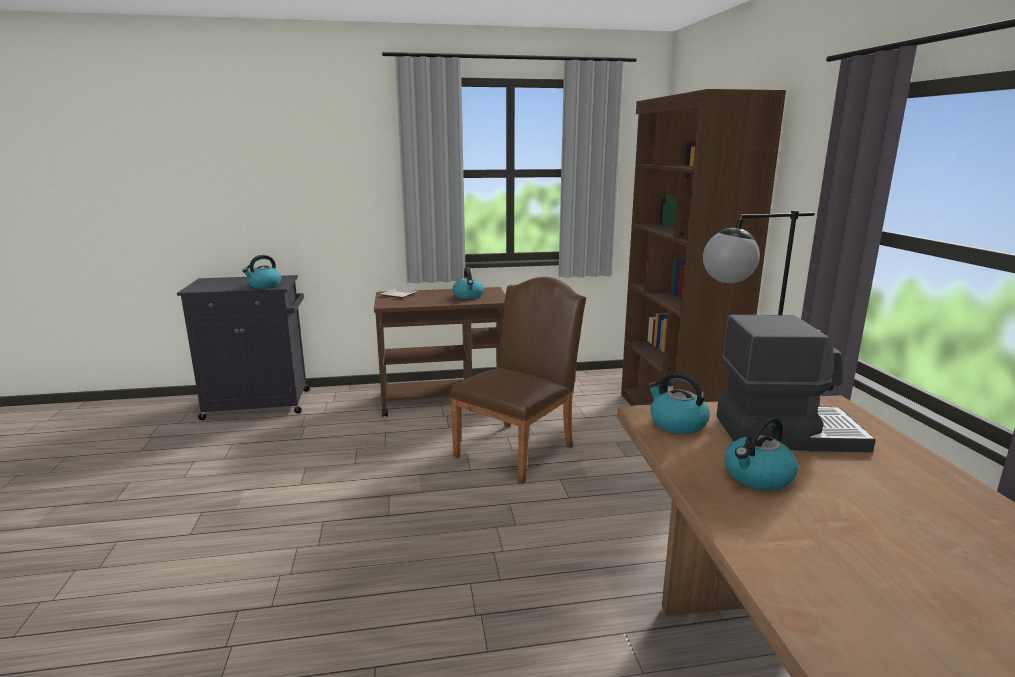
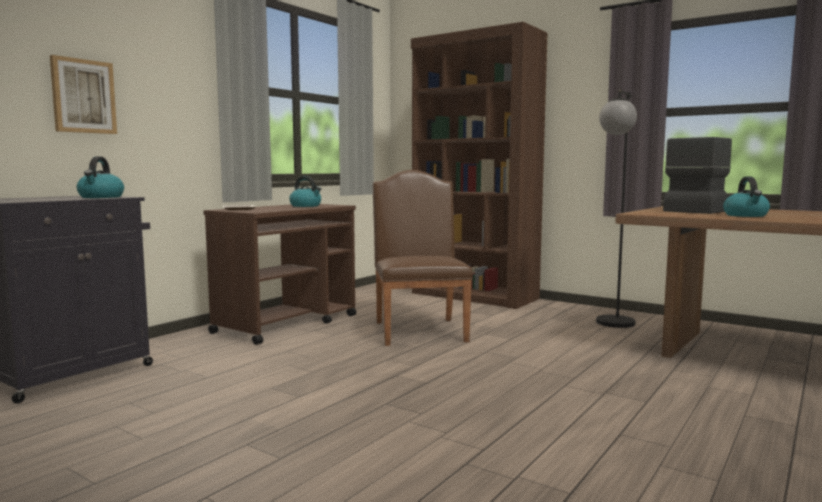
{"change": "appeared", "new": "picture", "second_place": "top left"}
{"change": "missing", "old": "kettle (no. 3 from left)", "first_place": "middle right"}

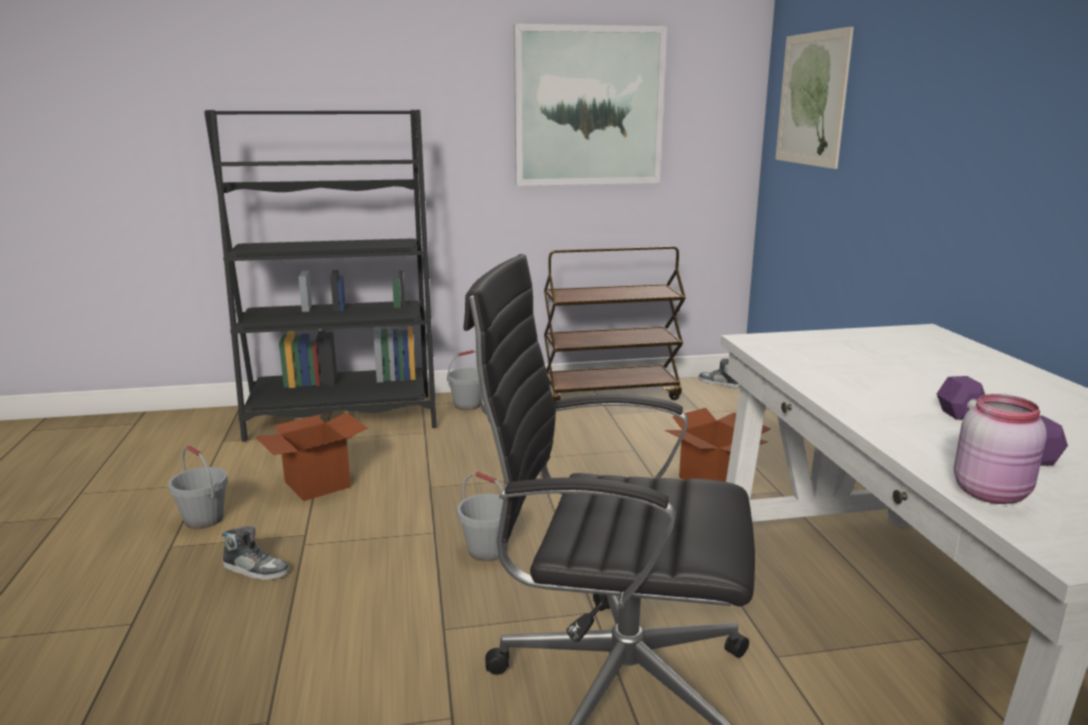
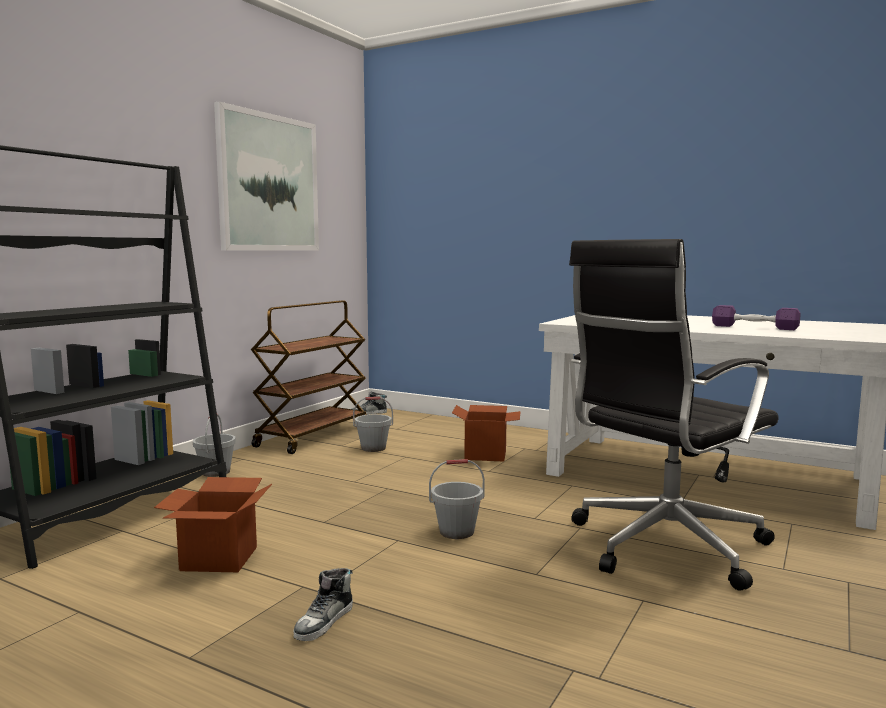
{"change": "spun", "old": "shoe (no. 1 from left)", "first_place": "bottom left", "second_place": "bottom centre", "degrees": 150}
{"change": "relocated", "old": "grey_bucket (no. 1 from left in the first image)", "new": "grey_bucket (no. 2 from left)", "first_place": "bottom left", "second_place": "centre"}
{"change": "missing", "old": "picture (no. 2 from left)", "first_place": "top right"}
{"change": "missing", "old": "pink_jar", "first_place": "middle right"}

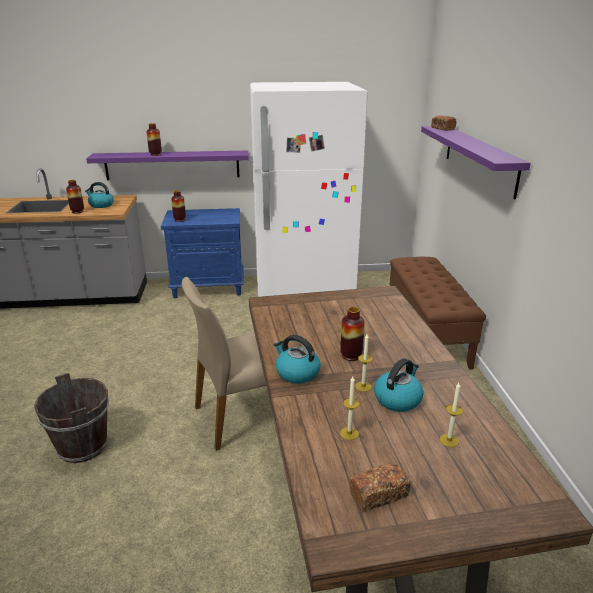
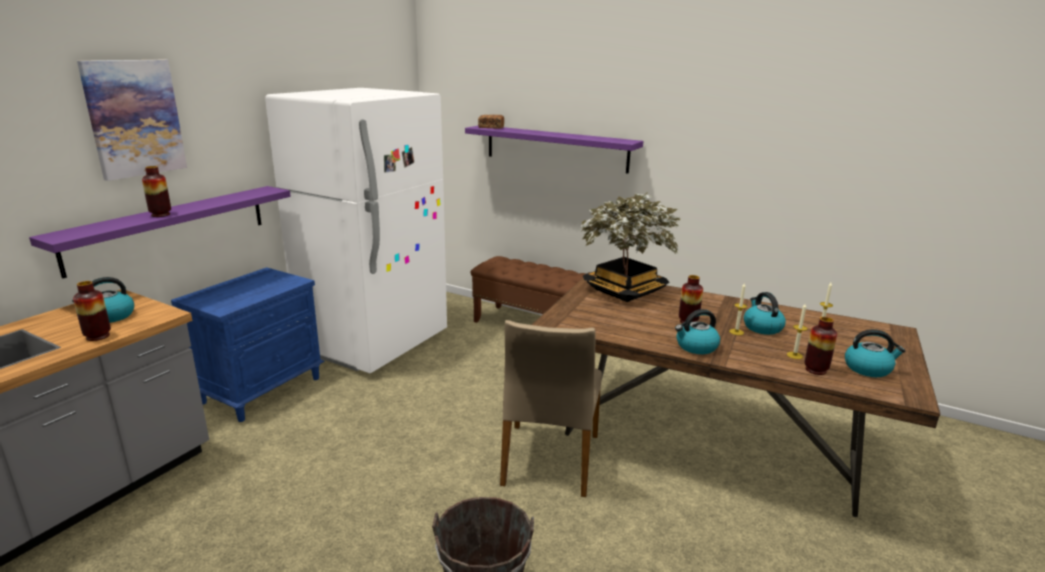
{"change": "appeared", "new": "picture", "second_place": "top left"}
{"change": "appeared", "new": "potted_plant", "second_place": "centre"}
{"change": "relocated", "old": "vase (no. 3 from left in the first image)", "new": "vase (no. 4 from left)", "first_place": "middle left", "second_place": "middle right"}
{"change": "exchanged", "old": "bread (no. 1 from left)", "new": "kettle (no. 4 from left)", "first_place": "bottom centre", "second_place": "middle right"}

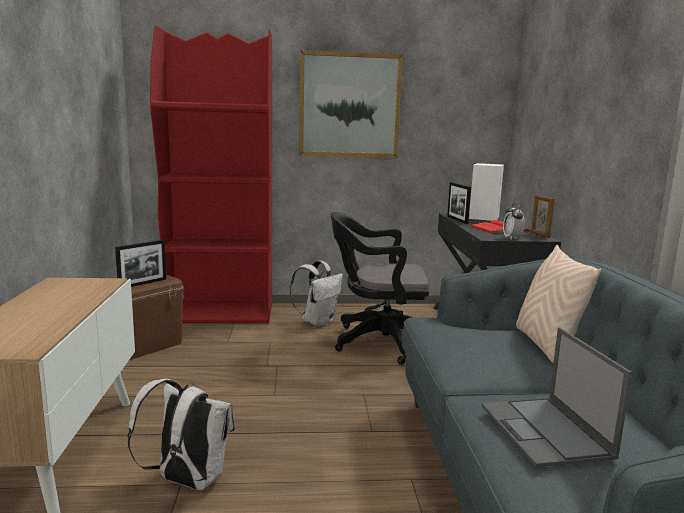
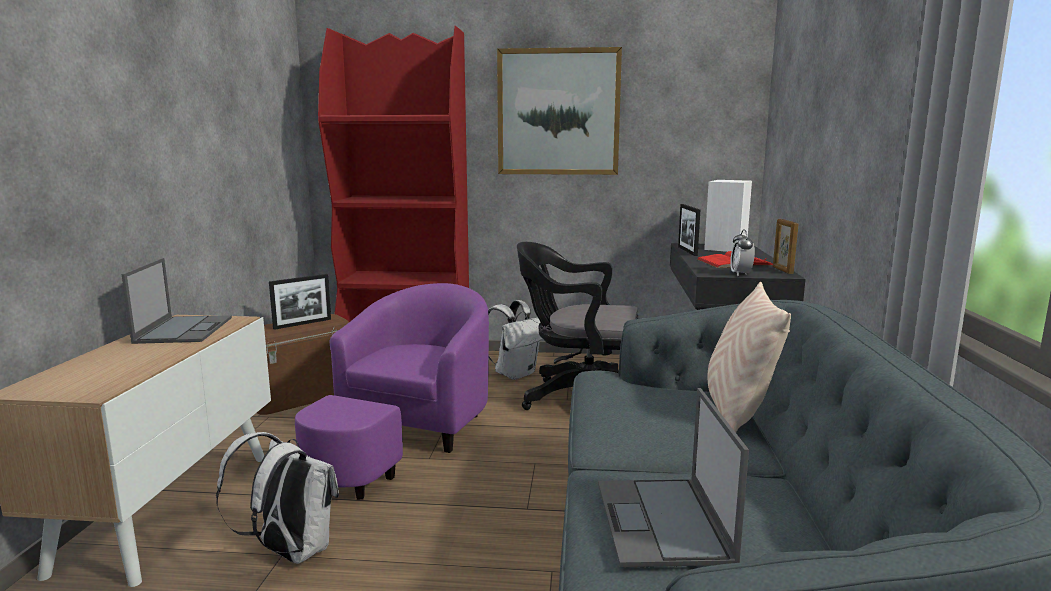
{"change": "appeared", "new": "laptop (no. 1 from left)", "second_place": "middle left"}
{"change": "appeared", "new": "purple_armchair", "second_place": "centre"}

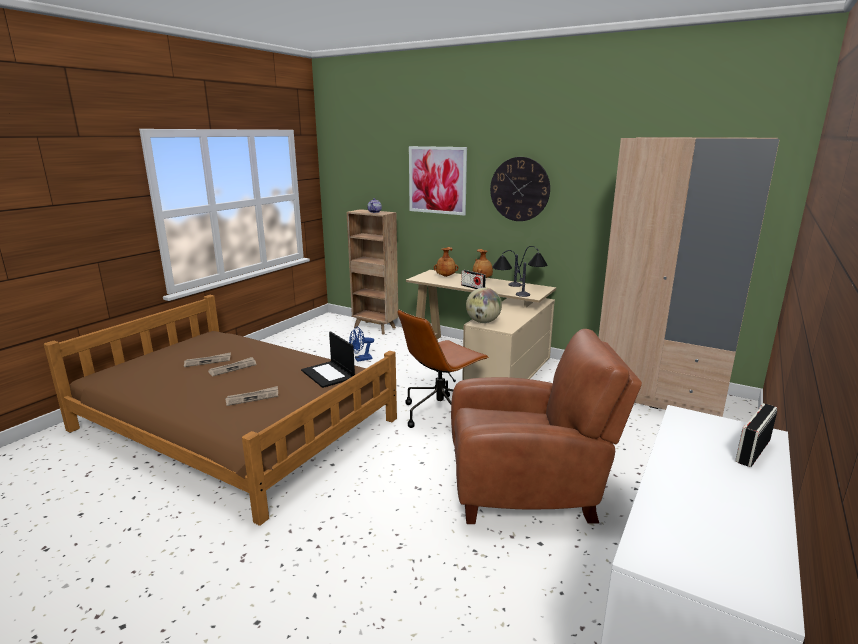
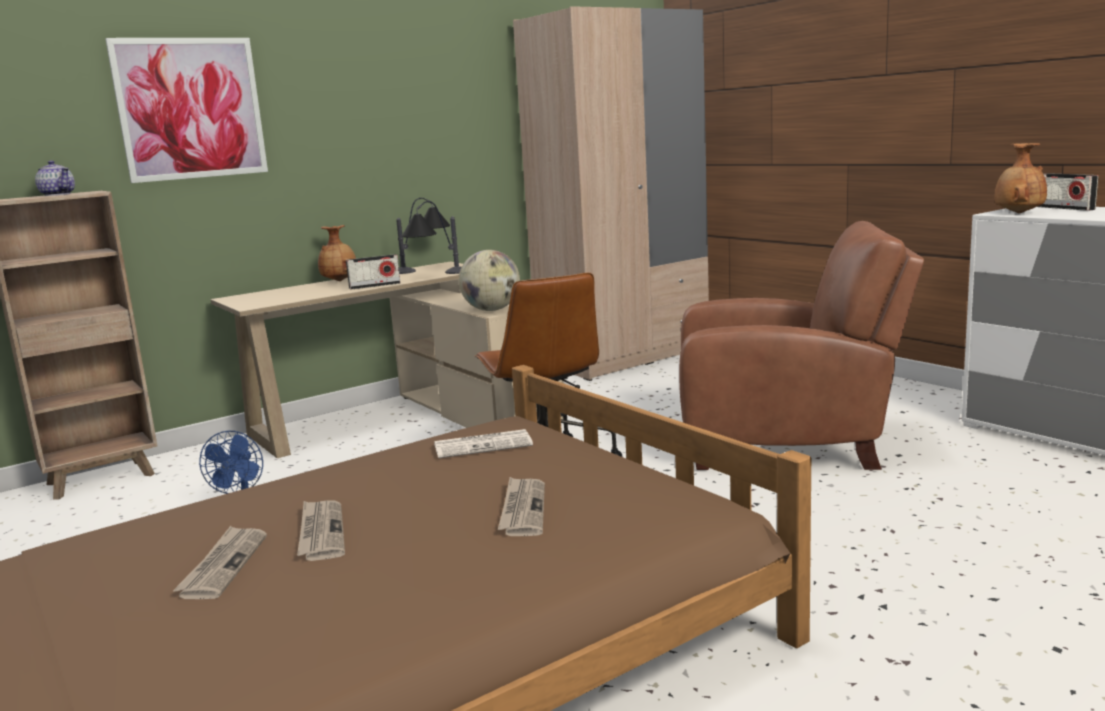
{"change": "exchanged", "old": "laptop", "new": "newspaper (no. 3 from left)", "first_place": "centre", "second_place": "centre"}
{"change": "spun", "old": "brown_armchair", "first_place": "centre", "second_place": "middle right", "degrees": 75}
{"change": "relocated", "old": "brown_vase (no. 1 from left in the first image)", "new": "brown_vase (no. 2 from left)", "first_place": "centre", "second_place": "top right"}
{"change": "missing", "old": "wall_clock", "first_place": "top centre"}

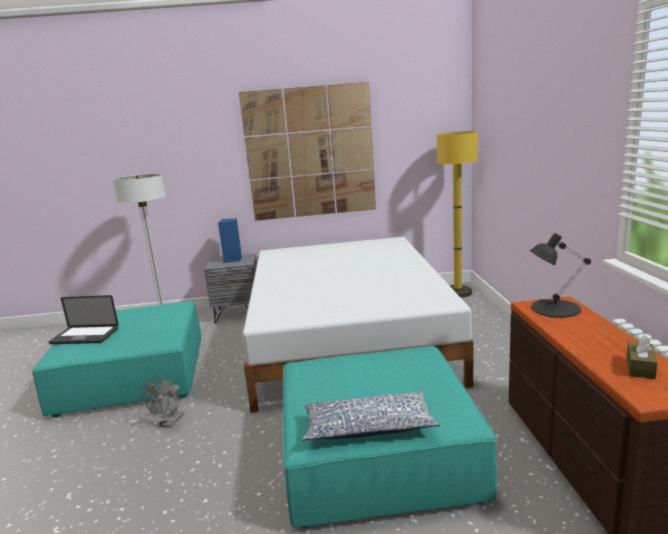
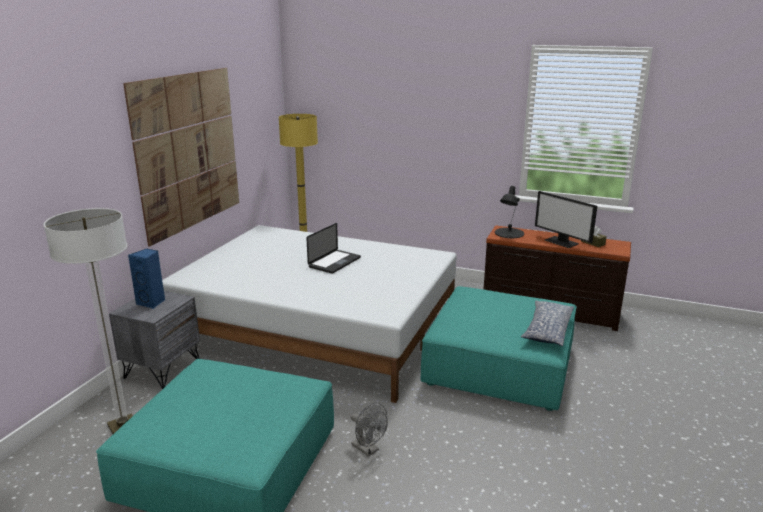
{"change": "relocated", "old": "laptop", "first_place": "middle left", "second_place": "centre"}
{"change": "appeared", "new": "monitor", "second_place": "middle right"}

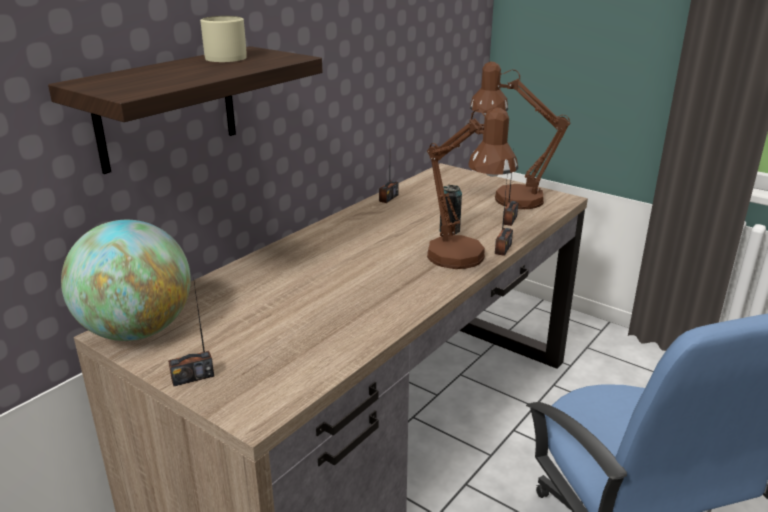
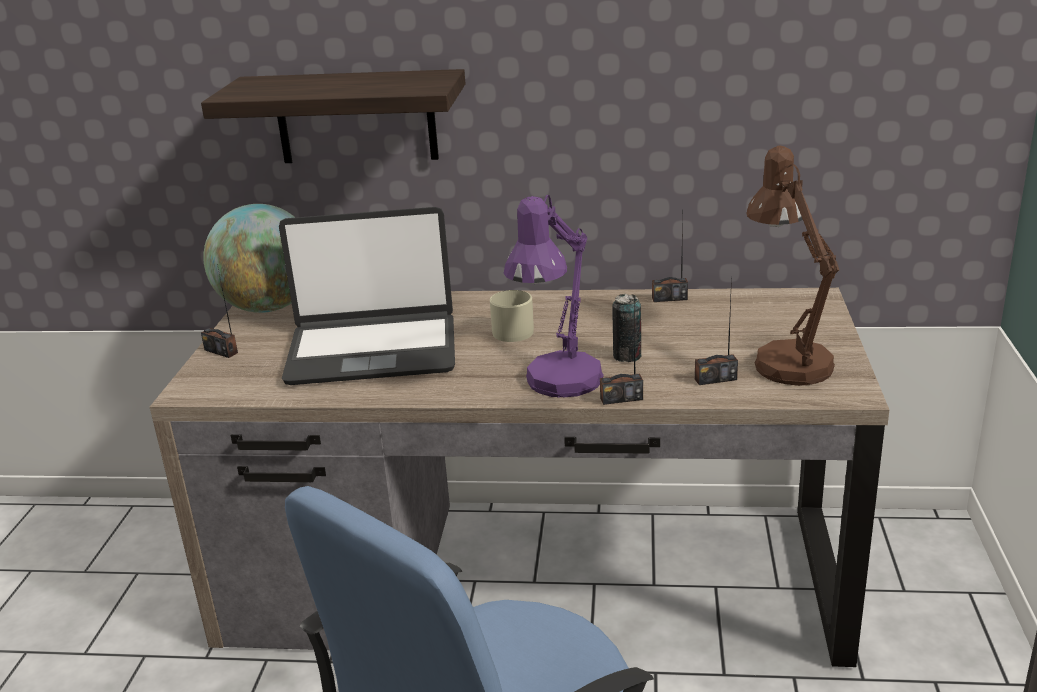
{"change": "appeared", "new": "laptop", "second_place": "centre"}
{"change": "relocated", "old": "beige_mug", "first_place": "top left", "second_place": "centre"}
{"change": "colour", "old": "brown_table_lamp (no. 1 from left)", "new": "purple_table_lamp", "first_place": "centre", "second_place": "centre"}

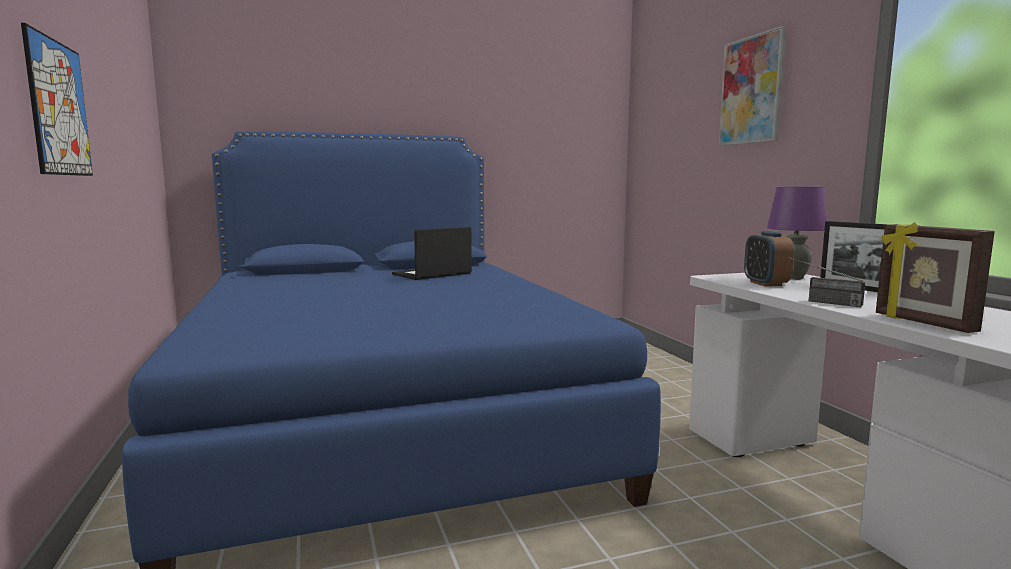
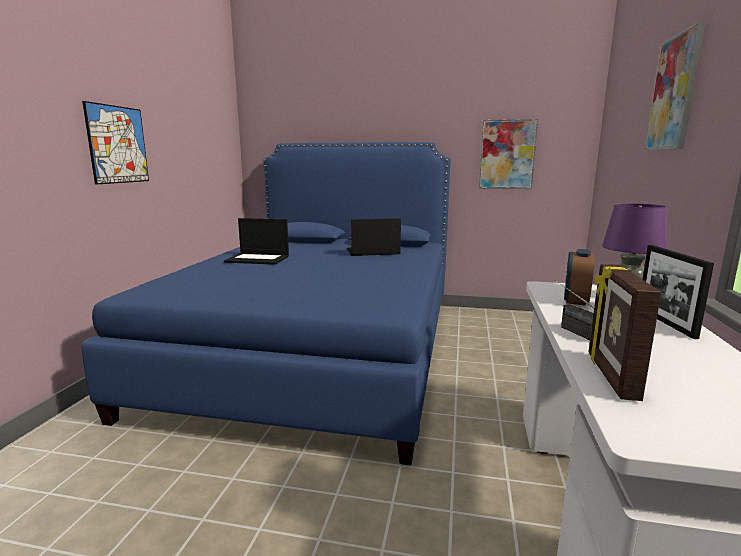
{"change": "appeared", "new": "laptop (no. 1 from left)", "second_place": "centre"}
{"change": "appeared", "new": "picture (no. 2 from left)", "second_place": "top right"}

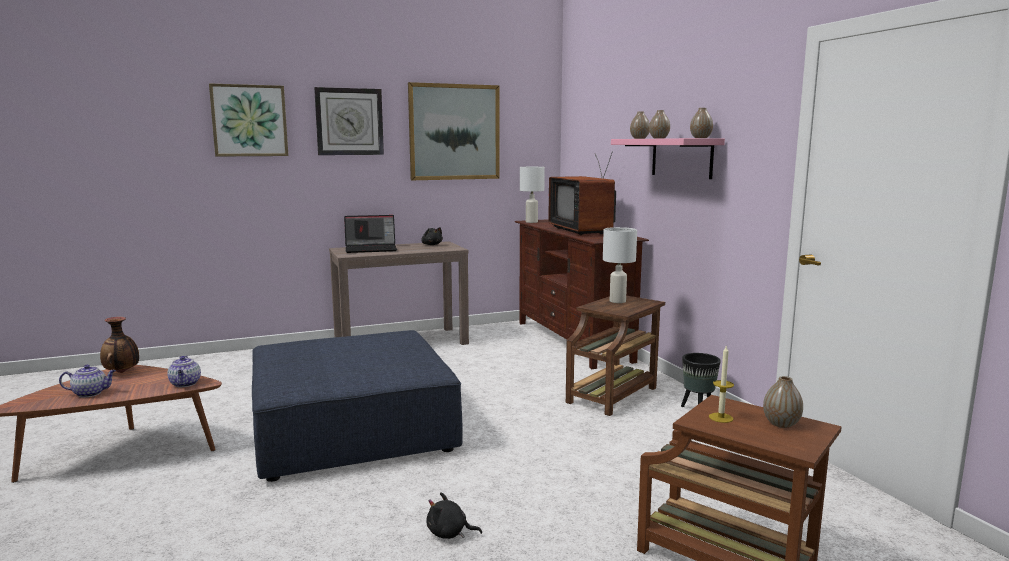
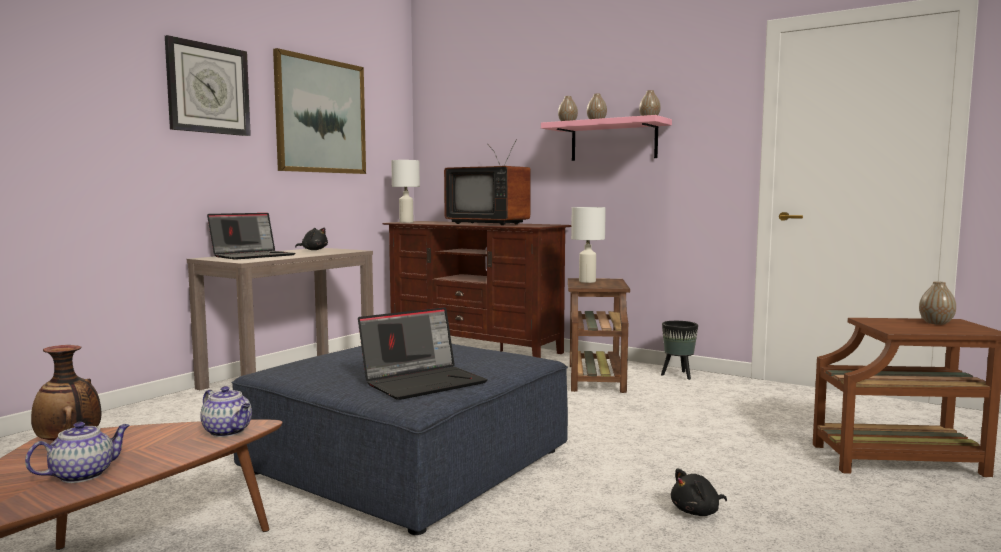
{"change": "appeared", "new": "laptop (no. 2 from left)", "second_place": "centre"}
{"change": "missing", "old": "picture (no. 1 from left)", "first_place": "top left"}
{"change": "missing", "old": "candle", "first_place": "bottom right"}

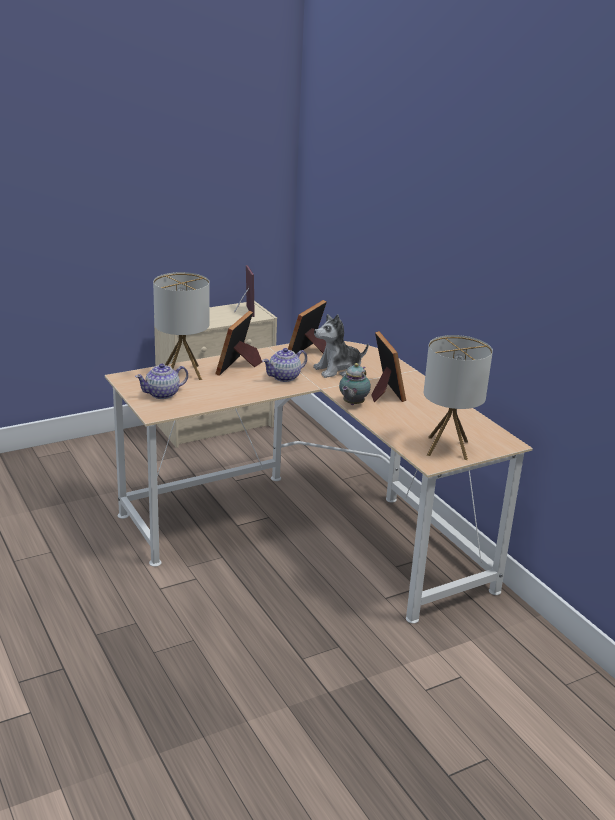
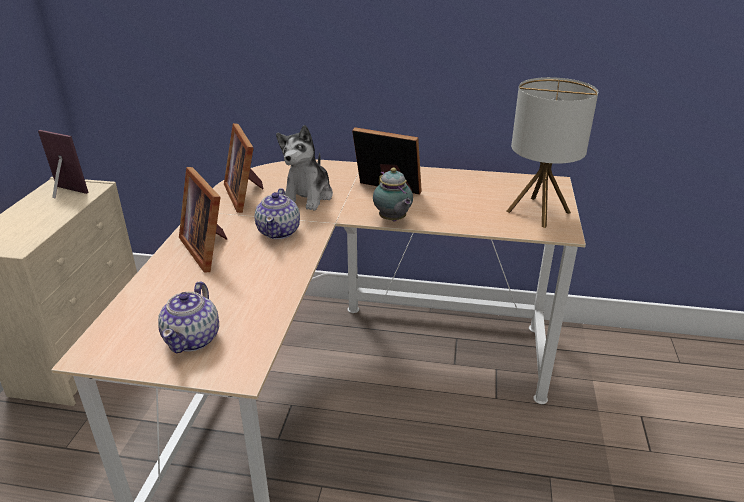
{"change": "missing", "old": "table_lamp (no. 1 from left)", "first_place": "middle left"}

